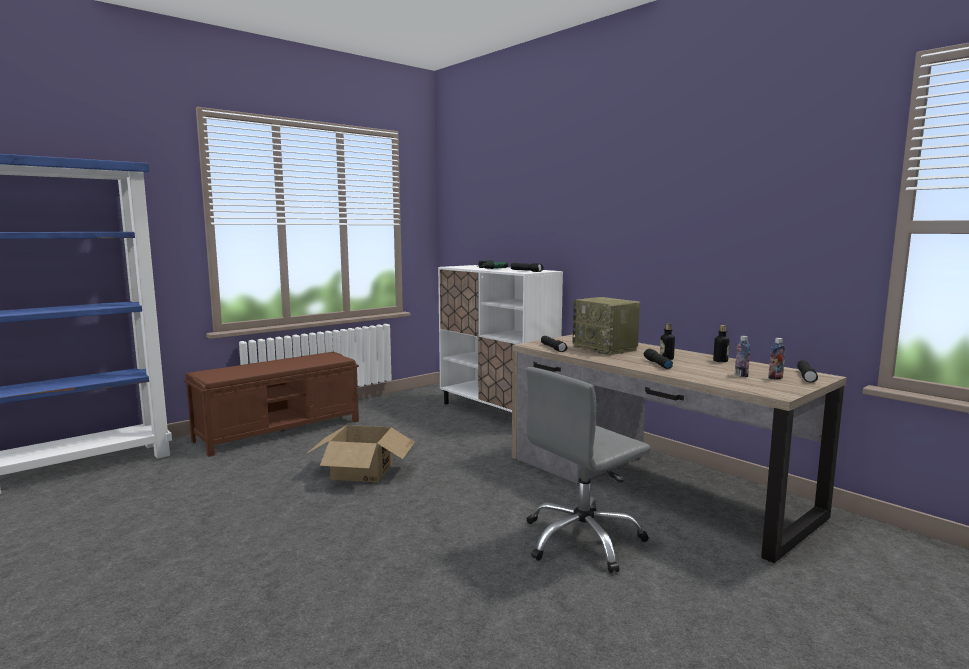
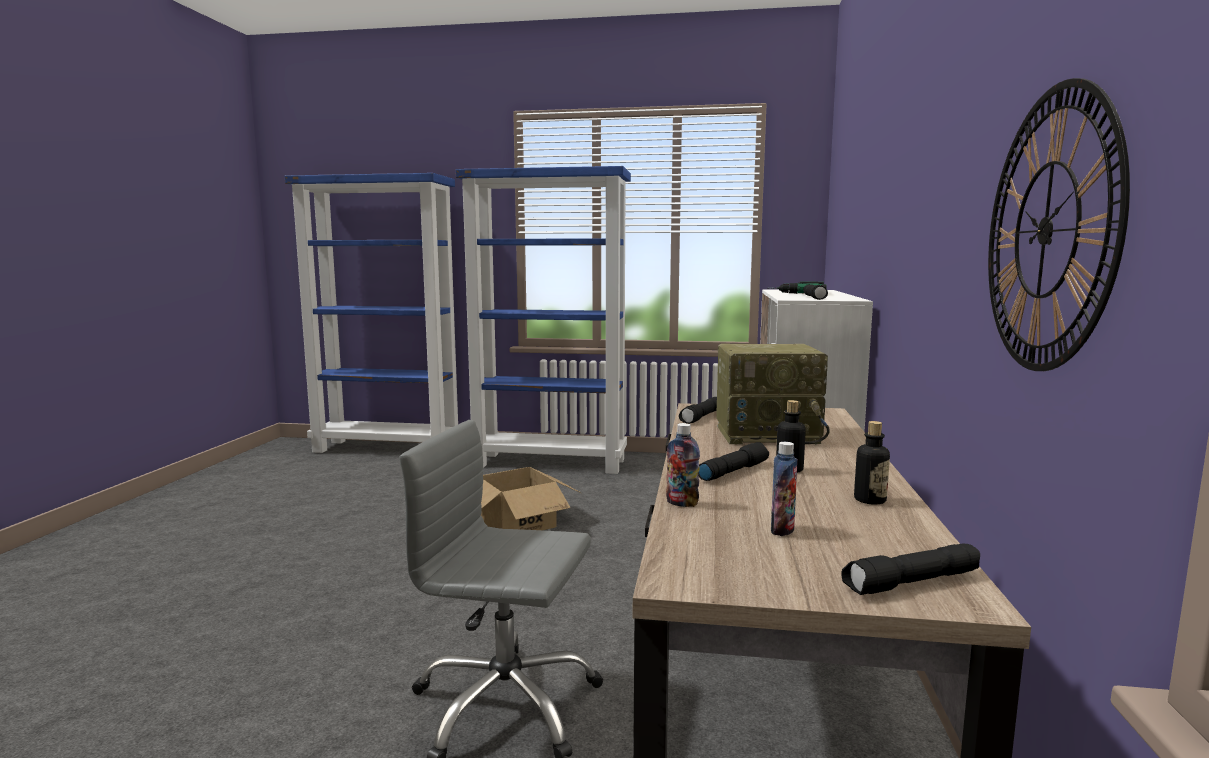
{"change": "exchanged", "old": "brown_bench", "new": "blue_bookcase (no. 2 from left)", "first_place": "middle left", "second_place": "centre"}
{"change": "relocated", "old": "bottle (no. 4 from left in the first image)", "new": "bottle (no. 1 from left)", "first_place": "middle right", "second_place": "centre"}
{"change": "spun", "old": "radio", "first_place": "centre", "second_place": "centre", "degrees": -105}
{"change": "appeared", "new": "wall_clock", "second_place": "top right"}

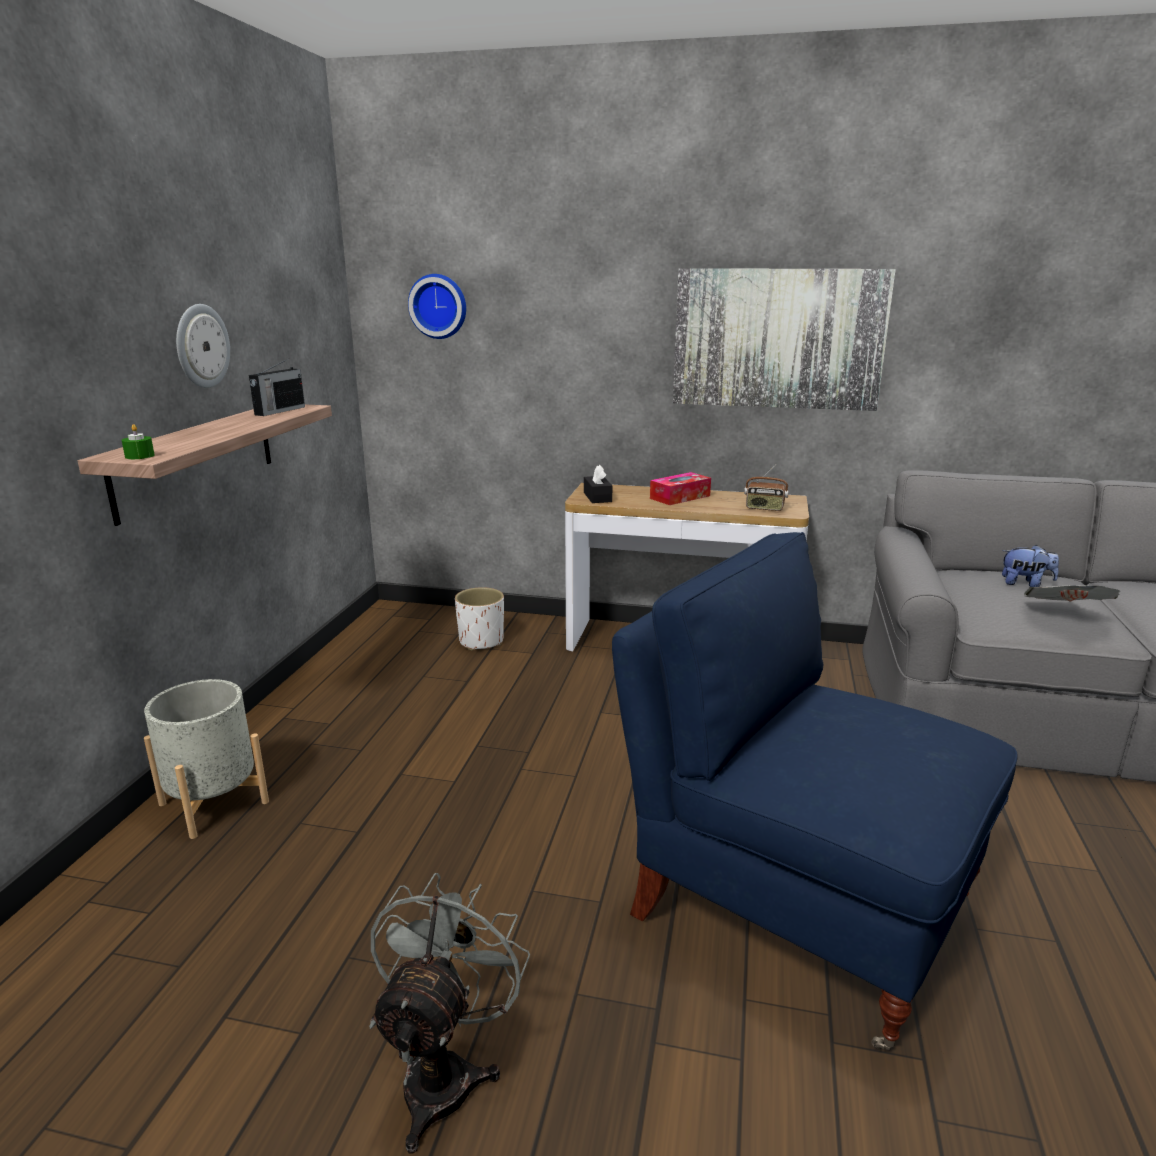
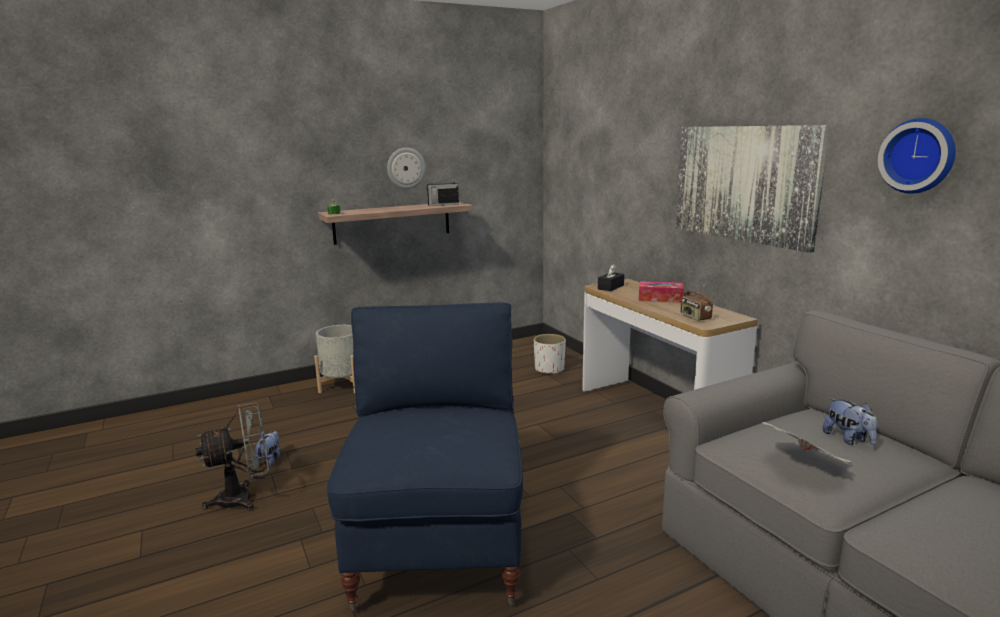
{"change": "appeared", "new": "plush_toy (no. 1 from left)", "second_place": "bottom left"}
{"change": "relocated", "old": "wall_clock (no. 2 from left)", "first_place": "top centre", "second_place": "top right"}

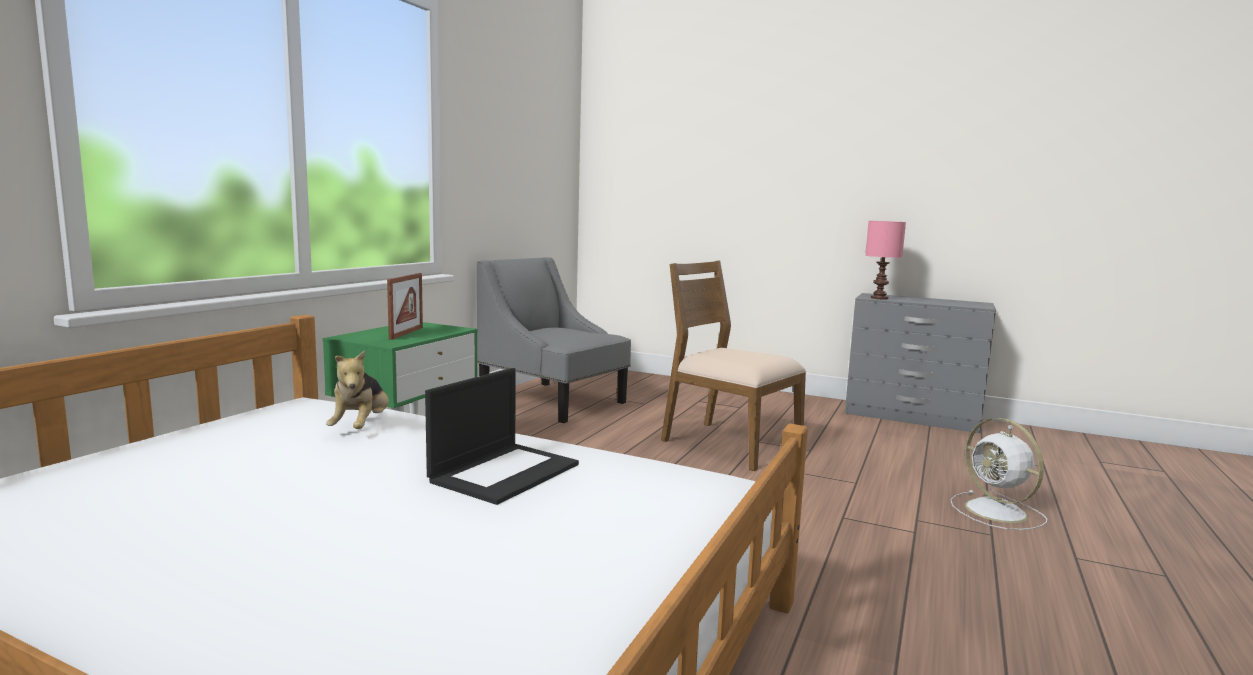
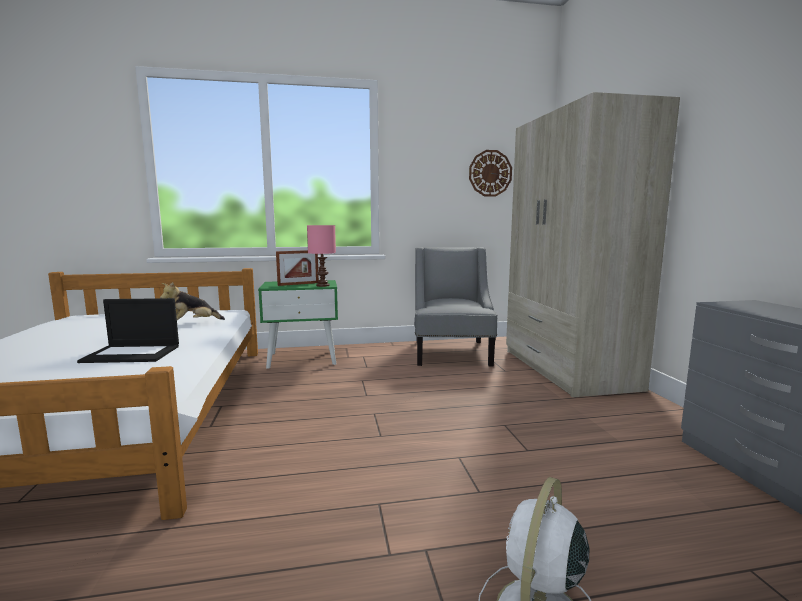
{"change": "relocated", "old": "pink_table_lamp", "first_place": "middle right", "second_place": "centre"}
{"change": "appeared", "new": "wall_clock", "second_place": "top centre"}
{"change": "appeared", "new": "beige_wardrobe", "second_place": "middle right"}
{"change": "missing", "old": "brown_chair", "first_place": "centre"}

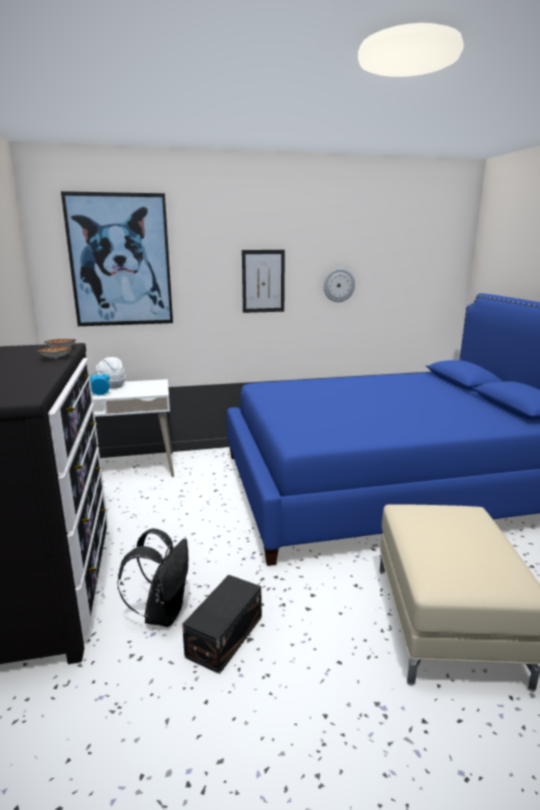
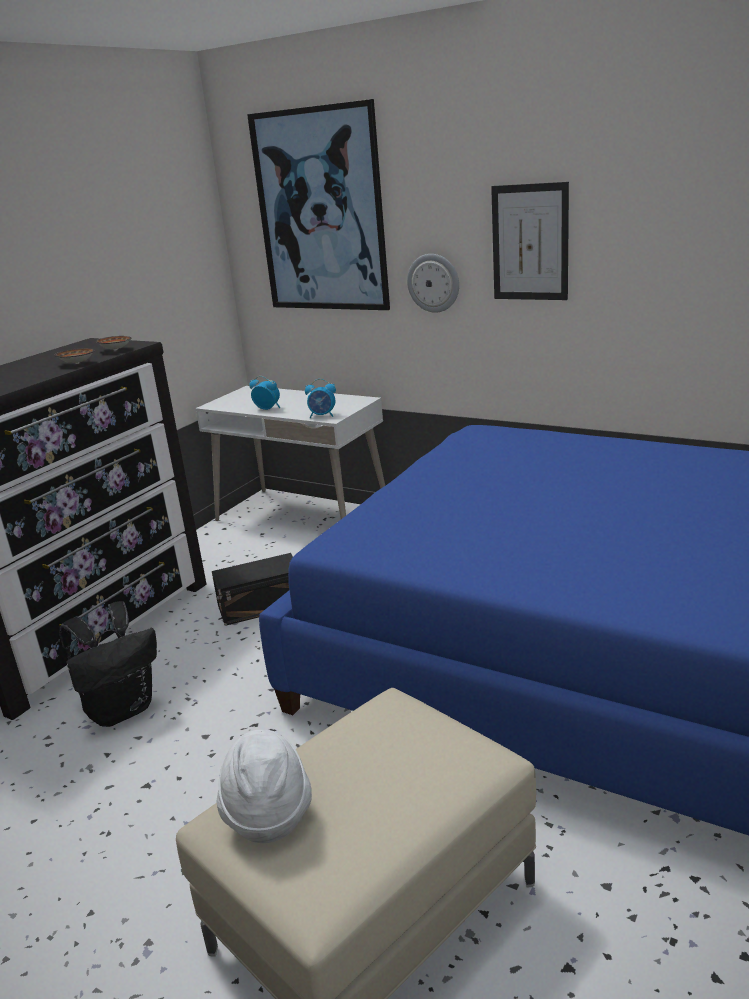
{"change": "relocated", "old": "black_storage_box", "first_place": "bottom centre", "second_place": "centre"}
{"change": "relocated", "old": "white_hat", "first_place": "middle left", "second_place": "bottom centre"}
{"change": "appeared", "new": "alarm_clock (no. 2 from left)", "second_place": "centre"}
{"change": "relocated", "old": "wall_clock", "first_place": "centre", "second_place": "top centre"}

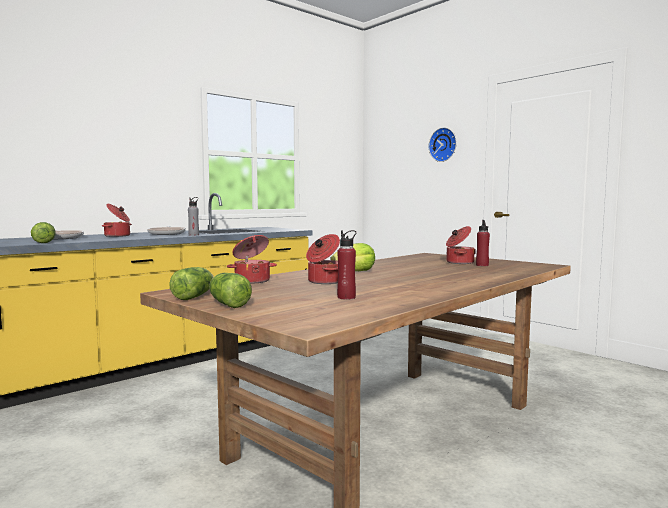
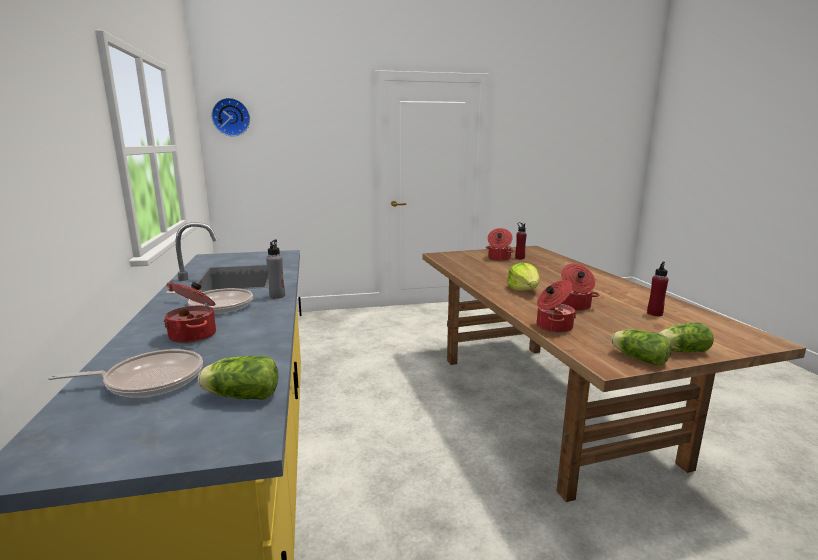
{"change": "relocated", "old": "wall_clock", "first_place": "top centre", "second_place": "top left"}

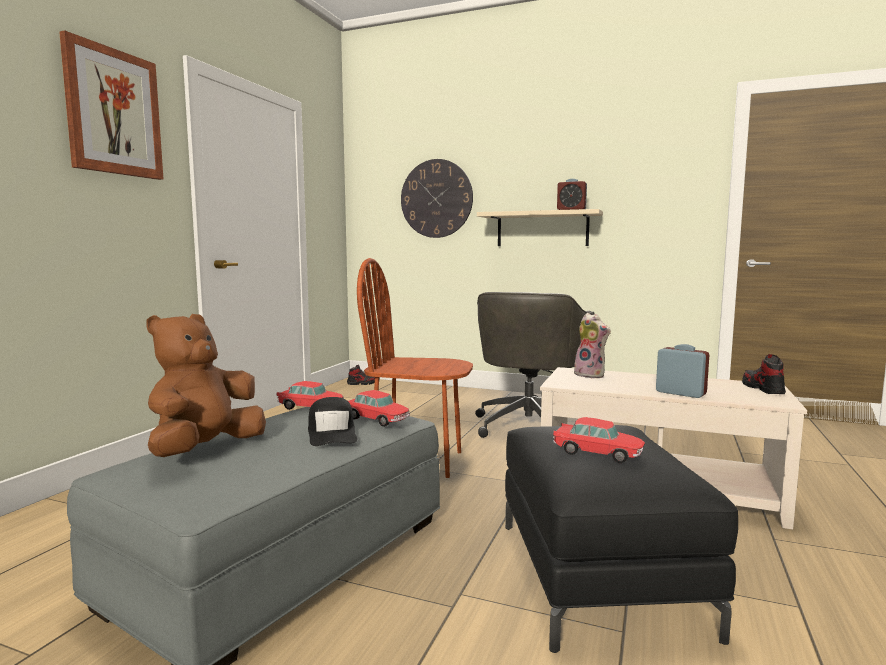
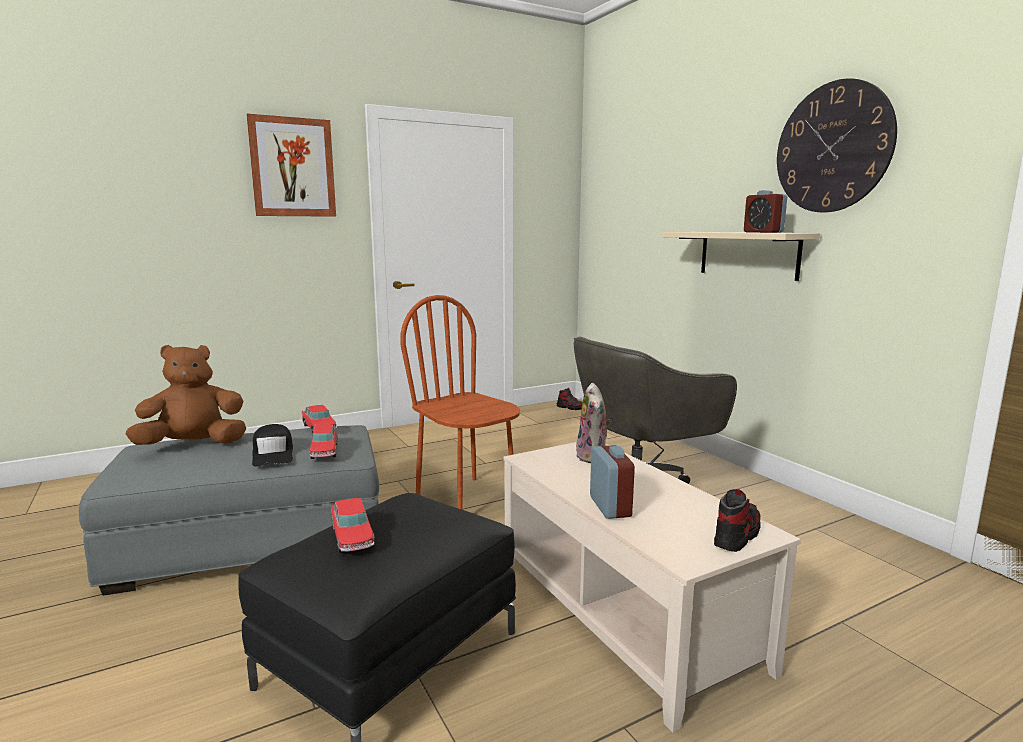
{"change": "spun", "old": "black_cap", "first_place": "centre", "second_place": "middle left", "degrees": -45}
{"change": "relocated", "old": "wall_clock", "first_place": "top centre", "second_place": "top right"}

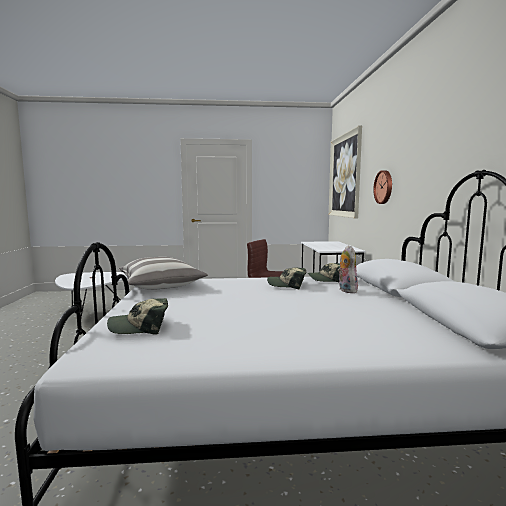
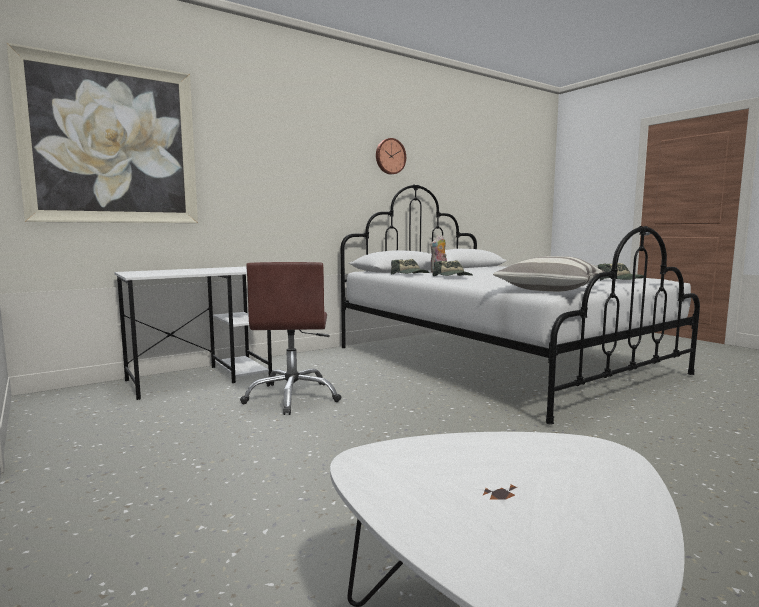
{"change": "relocated", "old": "wall_clock", "first_place": "middle right", "second_place": "top centre"}

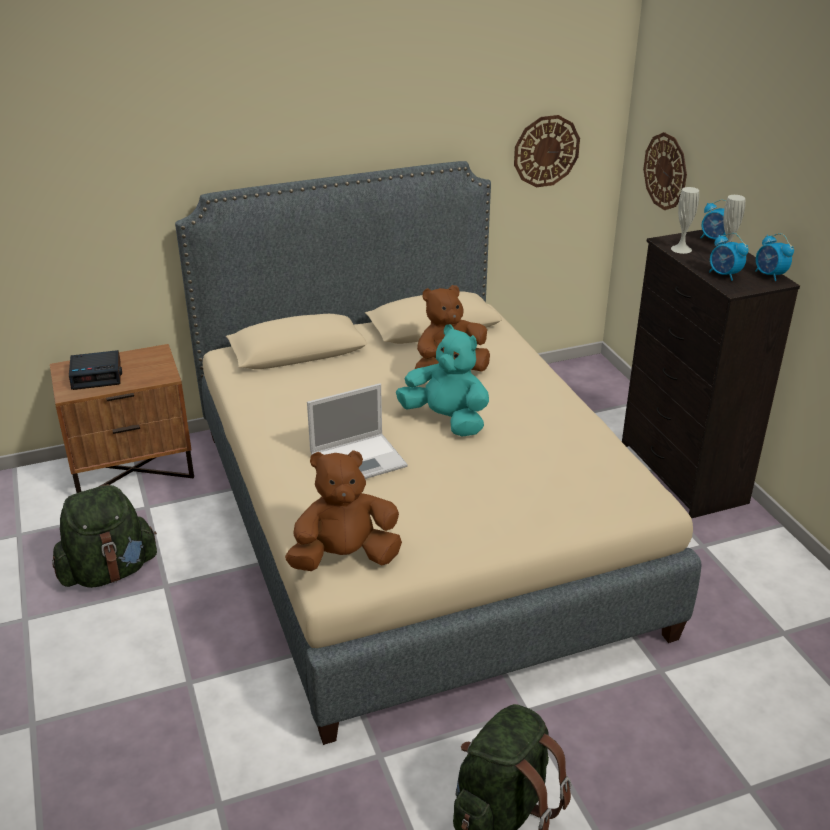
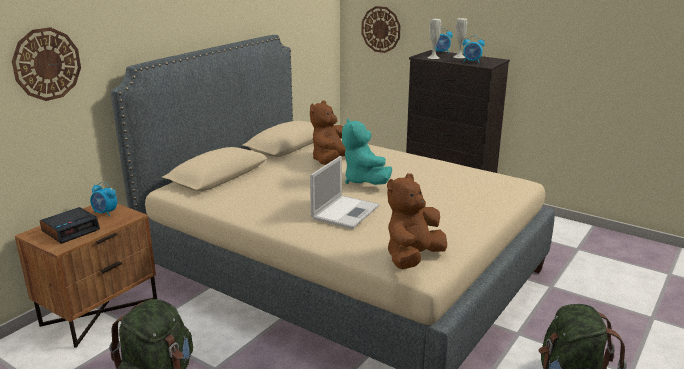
{"change": "relocated", "old": "wall_clock (no. 1 from left)", "first_place": "top centre", "second_place": "top left"}
{"change": "relocated", "old": "alarm_clock (no. 4 from left in the first image)", "new": "alarm_clock (no. 2 from left)", "first_place": "top right", "second_place": "middle left"}
{"change": "spun", "old": "turquoise_plush_toy", "first_place": "centre", "second_place": "centre", "degrees": -105}

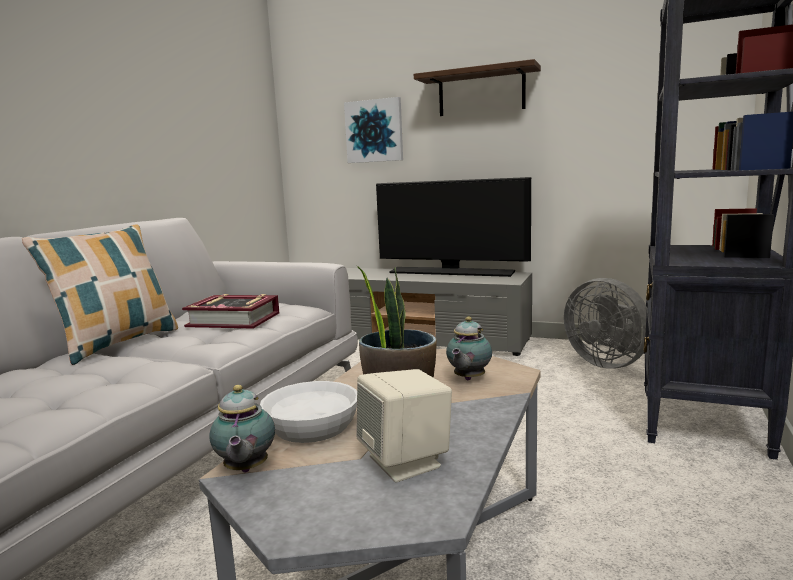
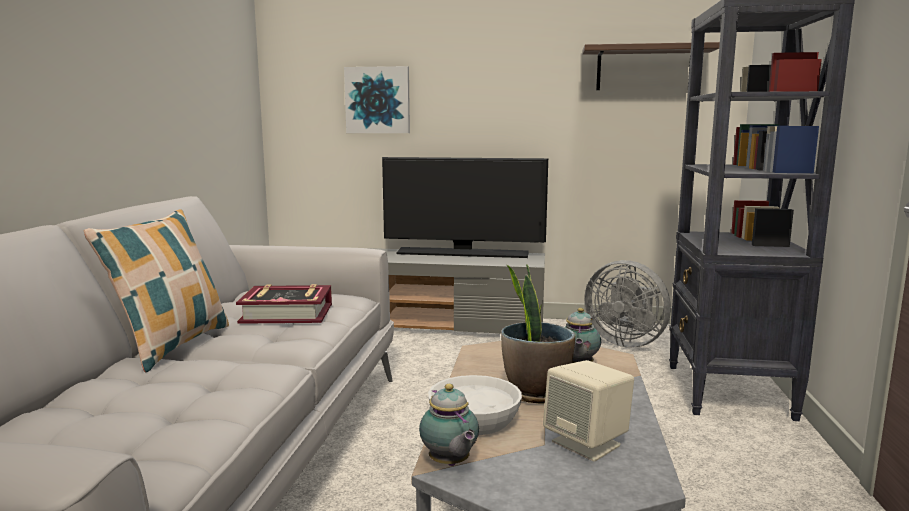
{"change": "relocated", "old": "shelf", "first_place": "top centre", "second_place": "top right"}

